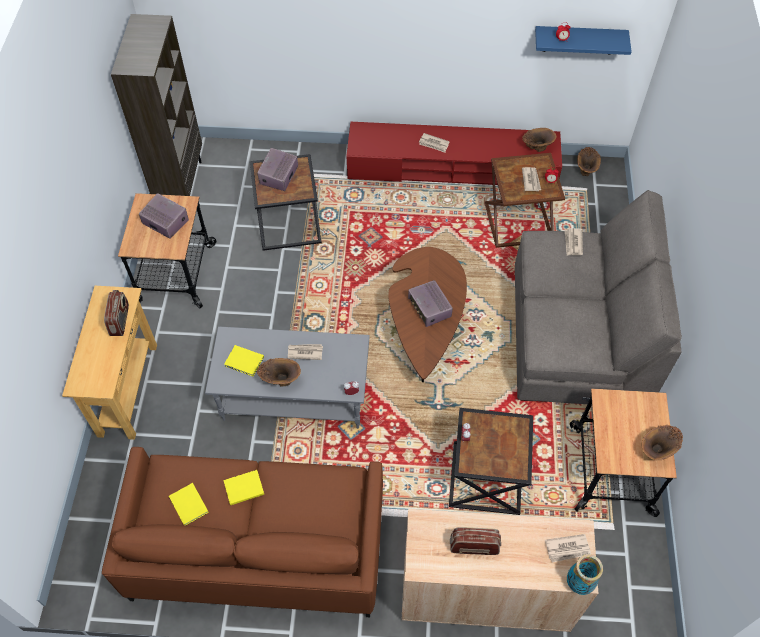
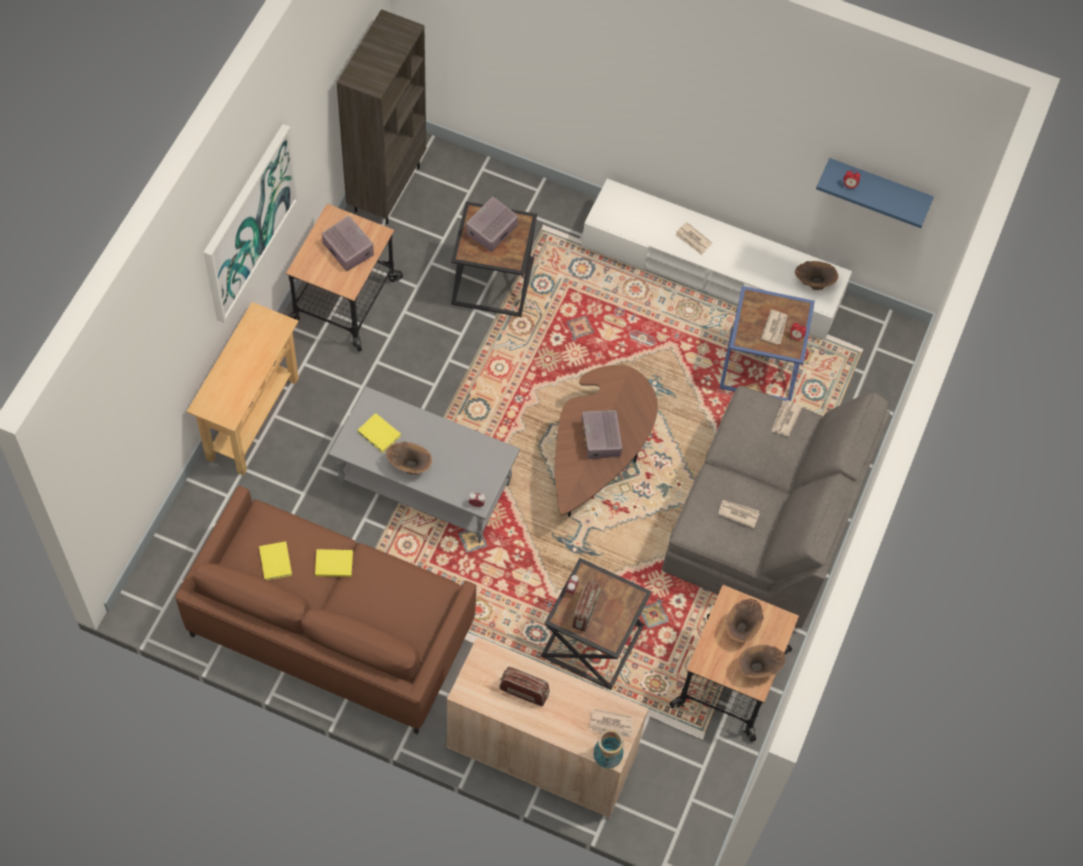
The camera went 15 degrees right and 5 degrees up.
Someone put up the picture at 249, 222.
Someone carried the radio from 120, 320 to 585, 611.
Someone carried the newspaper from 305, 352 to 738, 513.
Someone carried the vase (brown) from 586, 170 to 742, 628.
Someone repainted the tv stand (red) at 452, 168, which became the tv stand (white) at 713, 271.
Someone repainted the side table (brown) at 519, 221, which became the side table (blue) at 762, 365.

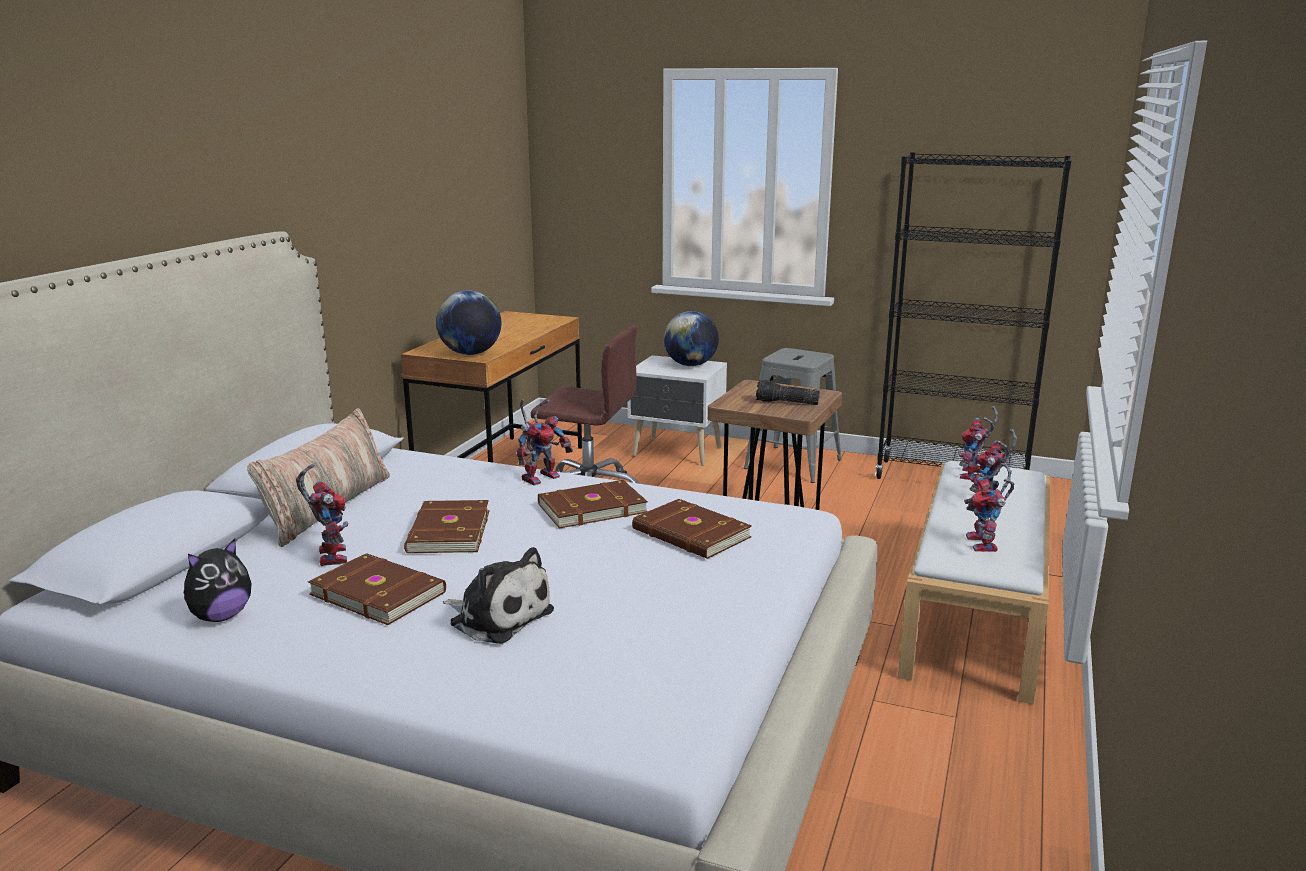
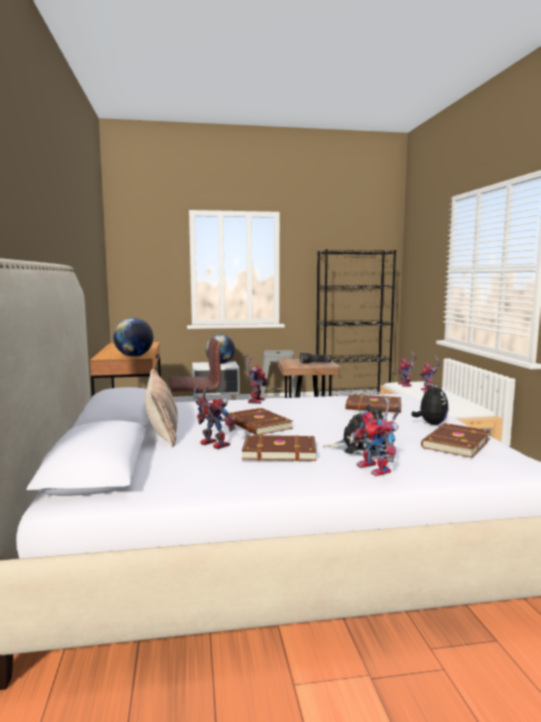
The camera went 30 degrees left and 10 degrees down.
Someone carried the plush toy from 221, 616 to 431, 424.
Someone carried the book (brown) from 590, 508 to 454, 443.
Someone carried the toy robot from 985, 545 to 378, 470.

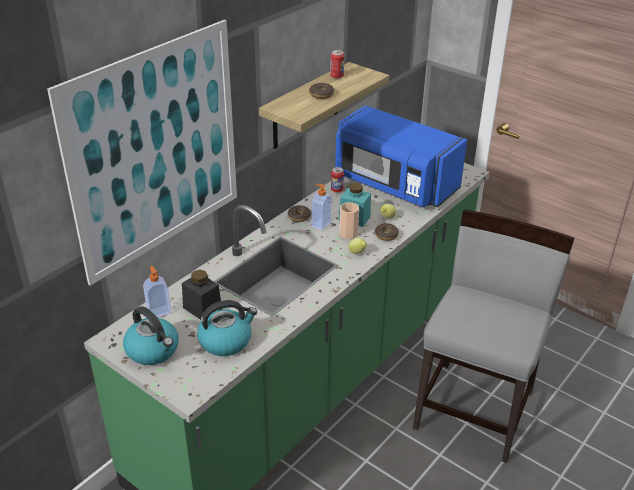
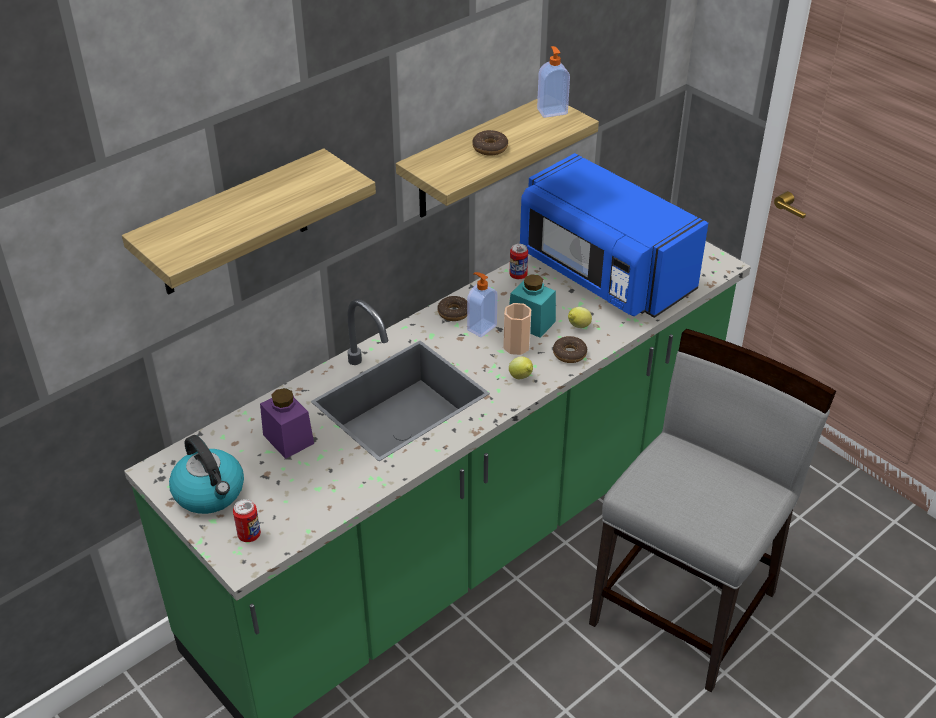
The camera went 10 degrees right and 5 degrees up.
Someone took away the kettle at 226, 341.
Someone carried the soap dispenser from 159, 311 to 552, 111.
Someone carried the can from 337, 76 to 249, 535.
Someone swapped the picture at 156, 151 for the shelf at 233, 225.
Someone repainted the jar (black) at 202, 308, which became the jar (purple) at 288, 439.

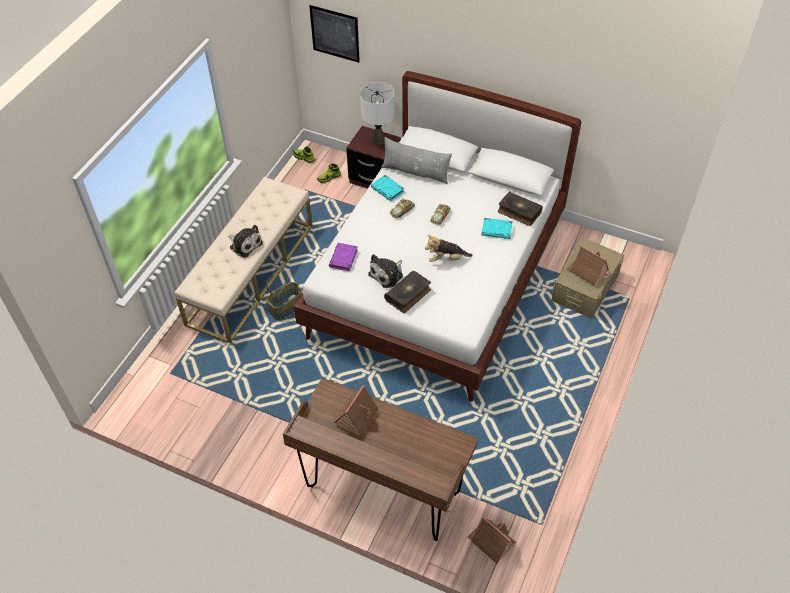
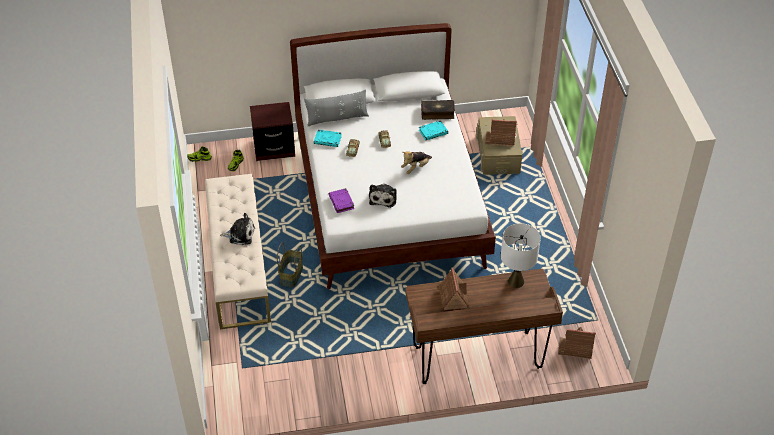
The camera went 35 degrees left and 5 degrees down.
Someone took away the picture at 335, 33.
Someone took away the book at 408, 295.
Someone carried the table lamp (white) from 378, 140 to 516, 281.

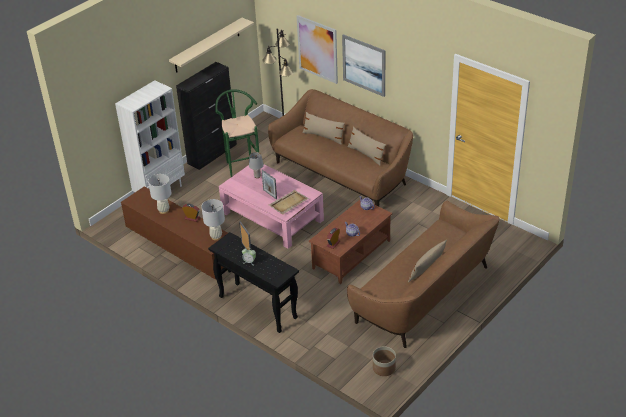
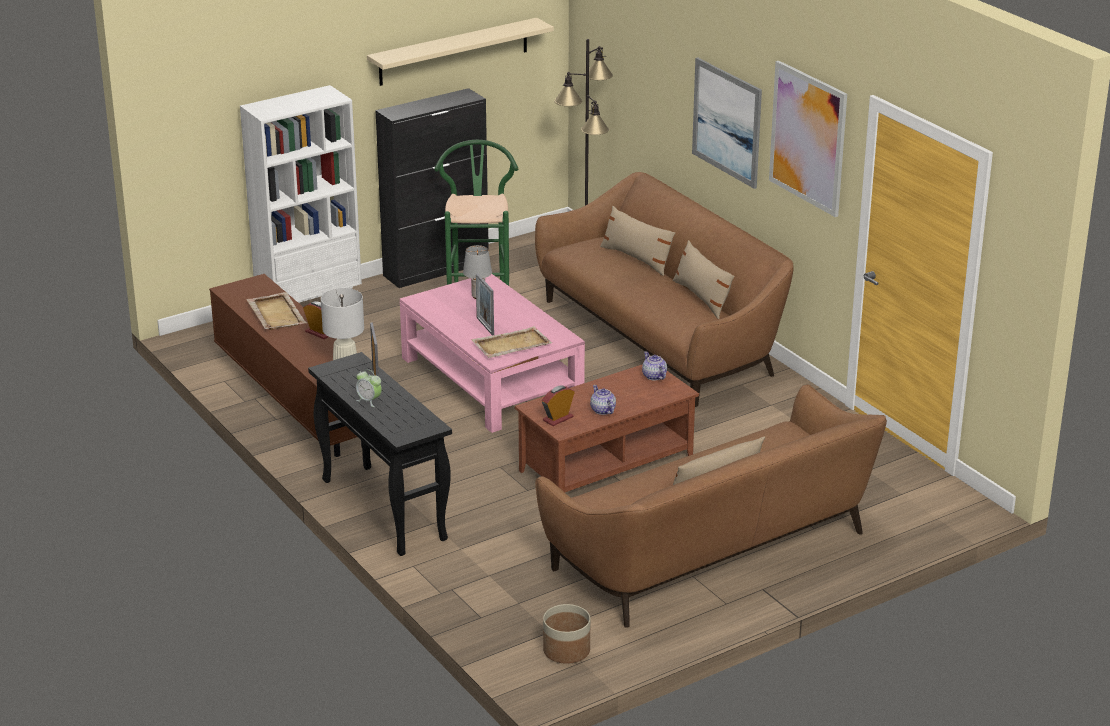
The camera went 15 degrees right and 10 degrees down.
Someone carried the picture from 317, 49 to 808, 138.
Someone swapped the table lamp (white) at 163, 210 for the tray (beige) at 276, 313.

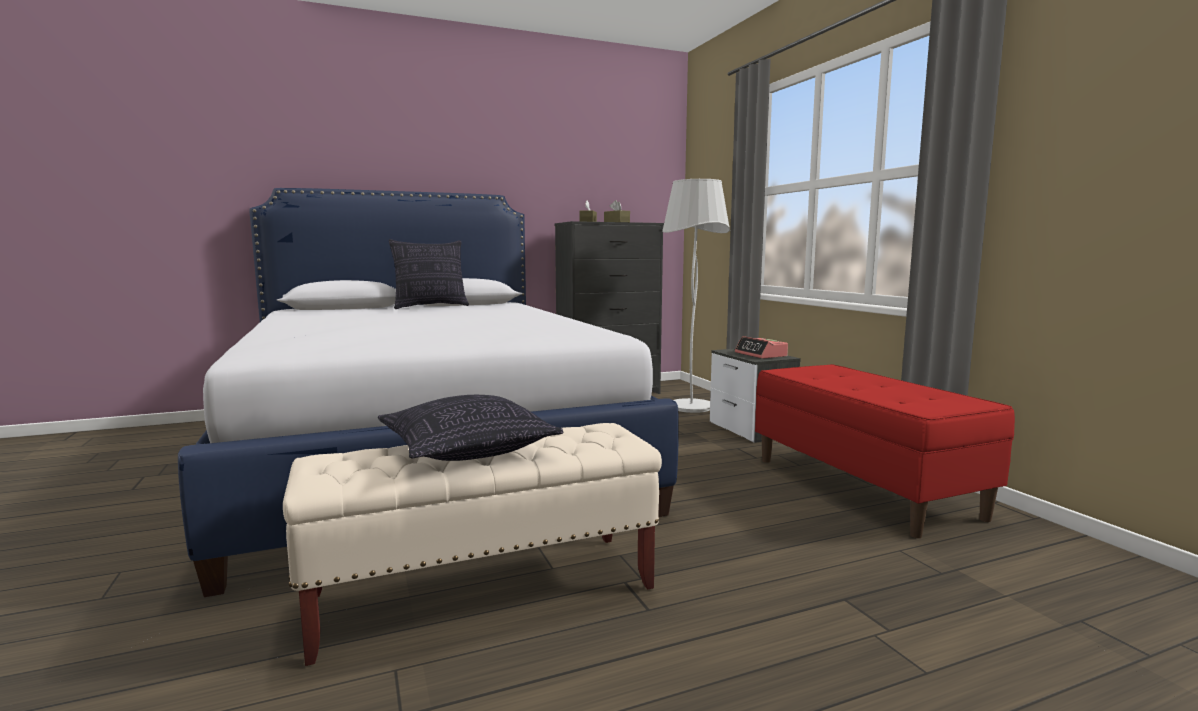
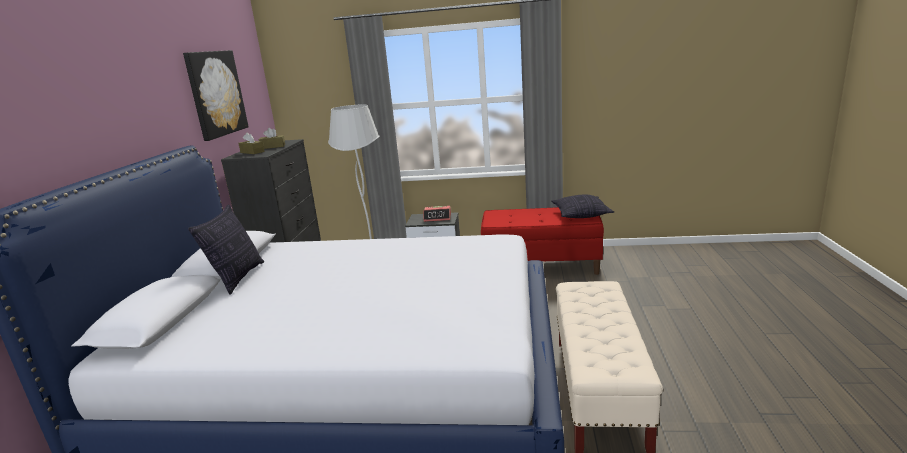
The camera went 60 degrees left and 10 degrees up.
Someone put up the picture at 216, 93.
Someone carried the pillow from 468, 450 to 581, 215.

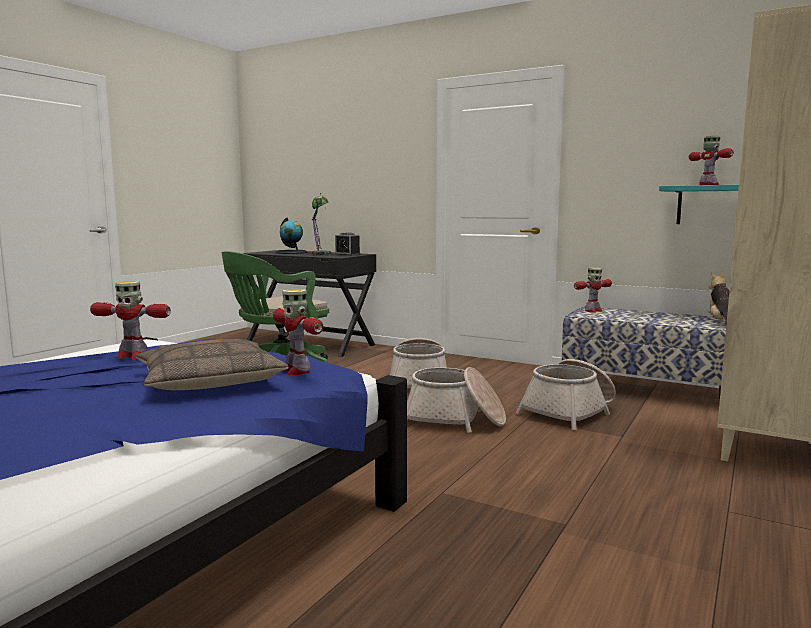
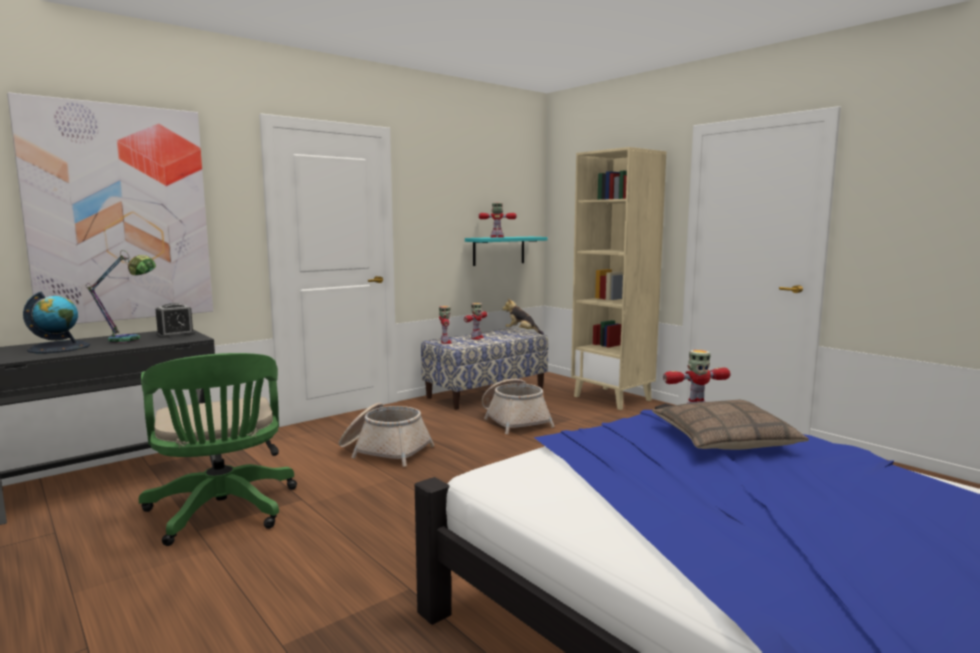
The camera went 70 degrees left and 0 degrees up.
Someone took away the basket at 454, 420.
Someone put up the picture at 120, 214.
Someone carried the toy robot from 132, 356 to 476, 338.

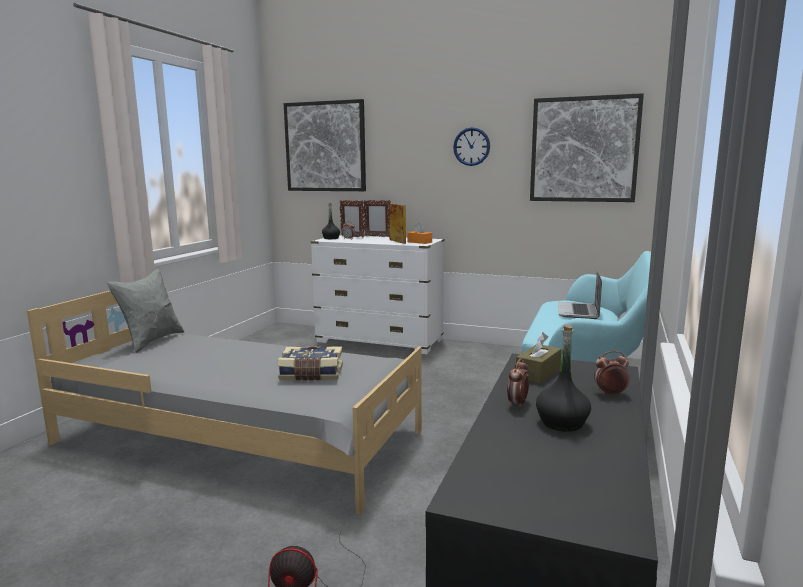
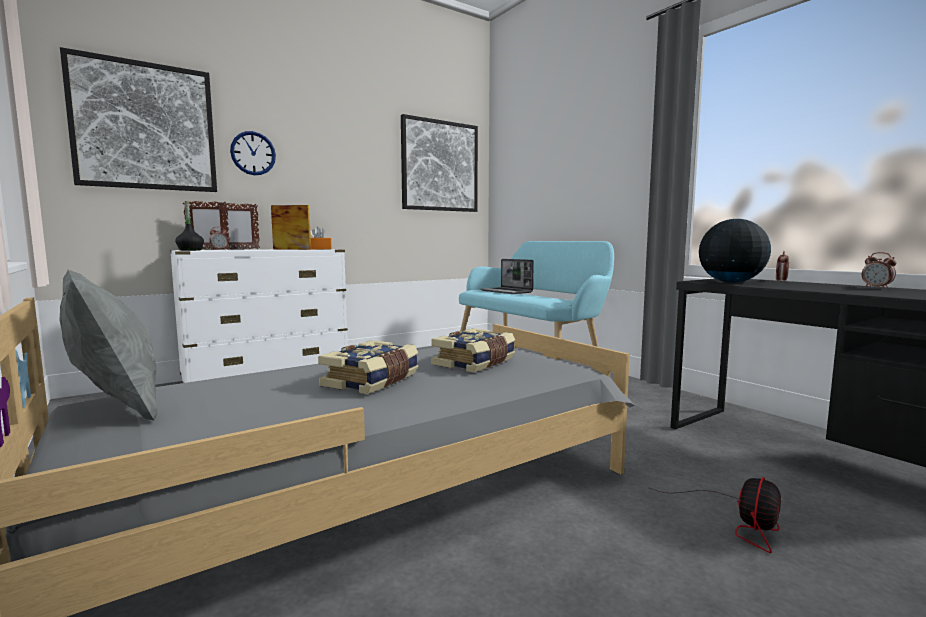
The camera went 55 degrees left and 5 degrees down.
Someone took away the bottle (black) at 562, 423.
Someone put down the book at 373, 381.
Someone carried the wall clock from 471, 146 to 253, 153.
Someone carried the alarm clock from 517, 404 to 877, 288.
Someone swapped the tissue box (brown) at 538, 373 for the globe at 730, 282.

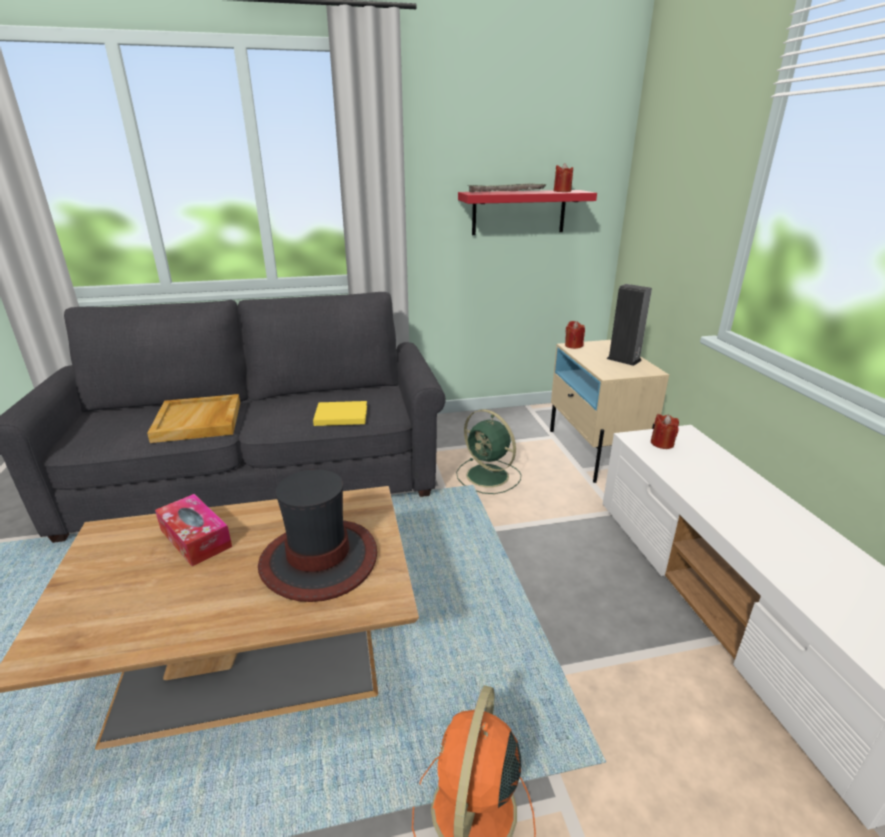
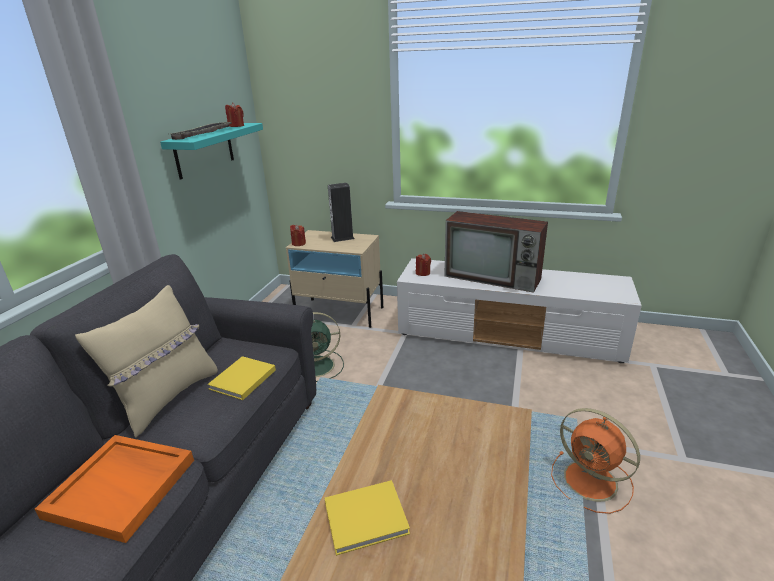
The camera went 60 degrees left and 0 degrees up.
Someone took away the hat at 319, 560.
Someone put down the pillow (beige) at 168, 397.
Someone put down the television at 494, 277.
Someone swapped the tissue box at 195, 538 for the book (yellow) at 368, 517.
Someone repainted the tray (beige) at 199, 421, which became the tray (orange) at 123, 487.
Someone repainted the shelf (red) at 519, 212, which became the shelf (turquoise) at 204, 150.

